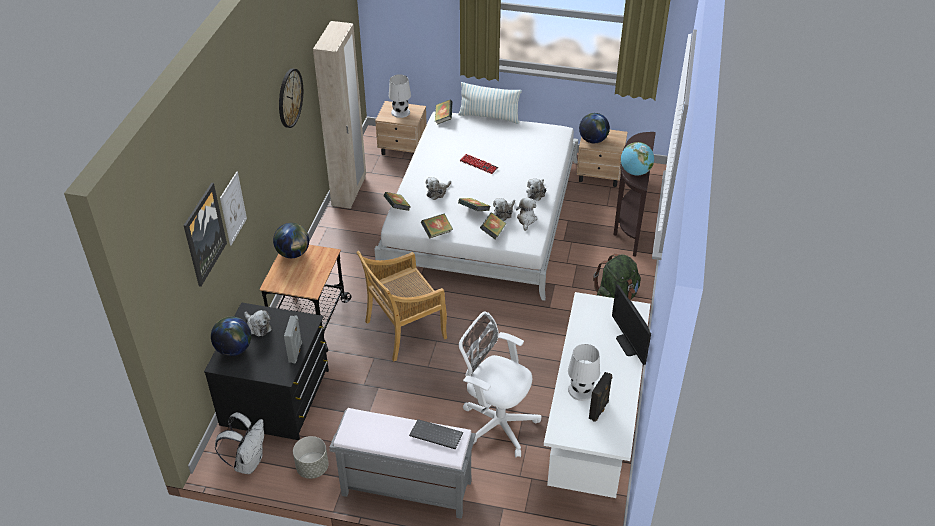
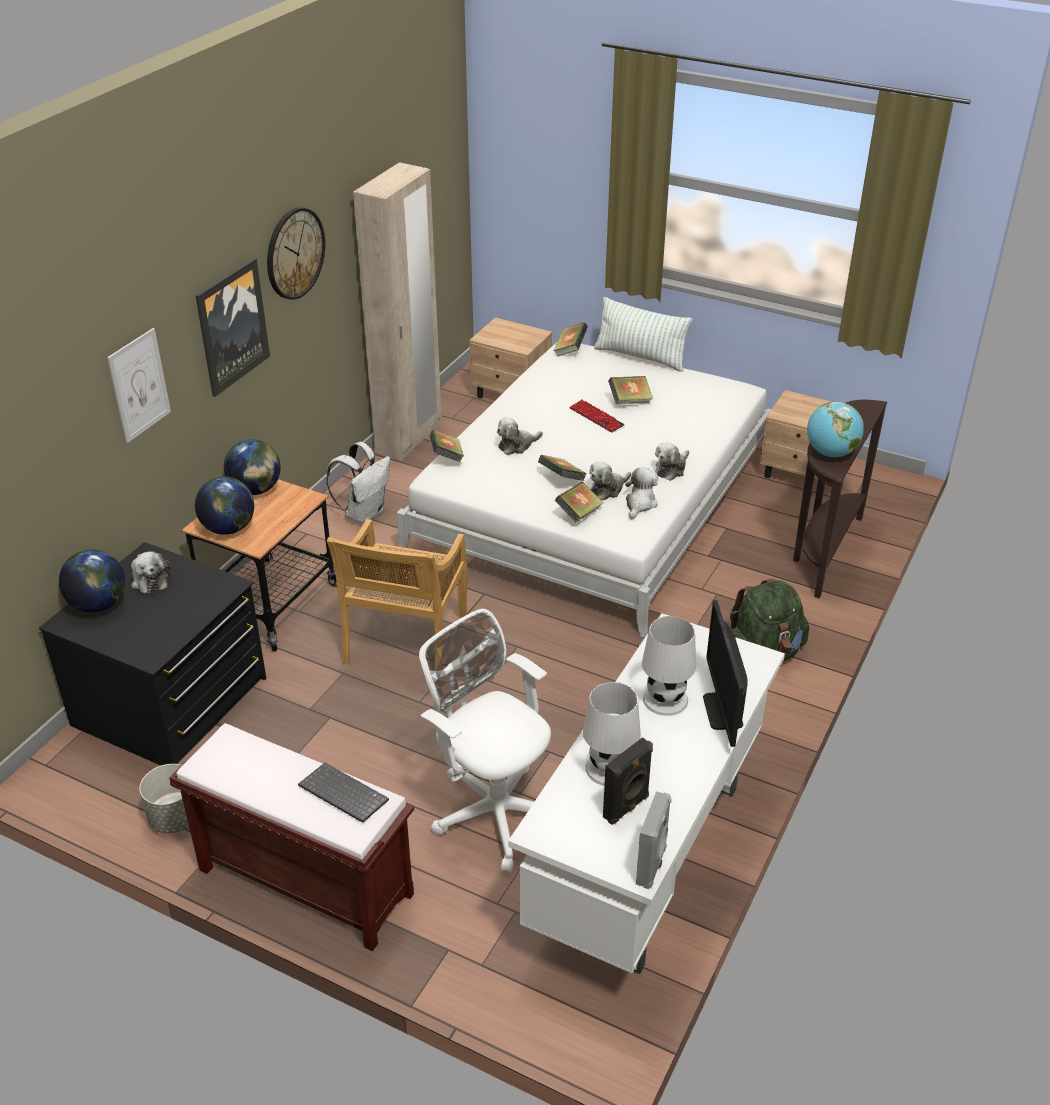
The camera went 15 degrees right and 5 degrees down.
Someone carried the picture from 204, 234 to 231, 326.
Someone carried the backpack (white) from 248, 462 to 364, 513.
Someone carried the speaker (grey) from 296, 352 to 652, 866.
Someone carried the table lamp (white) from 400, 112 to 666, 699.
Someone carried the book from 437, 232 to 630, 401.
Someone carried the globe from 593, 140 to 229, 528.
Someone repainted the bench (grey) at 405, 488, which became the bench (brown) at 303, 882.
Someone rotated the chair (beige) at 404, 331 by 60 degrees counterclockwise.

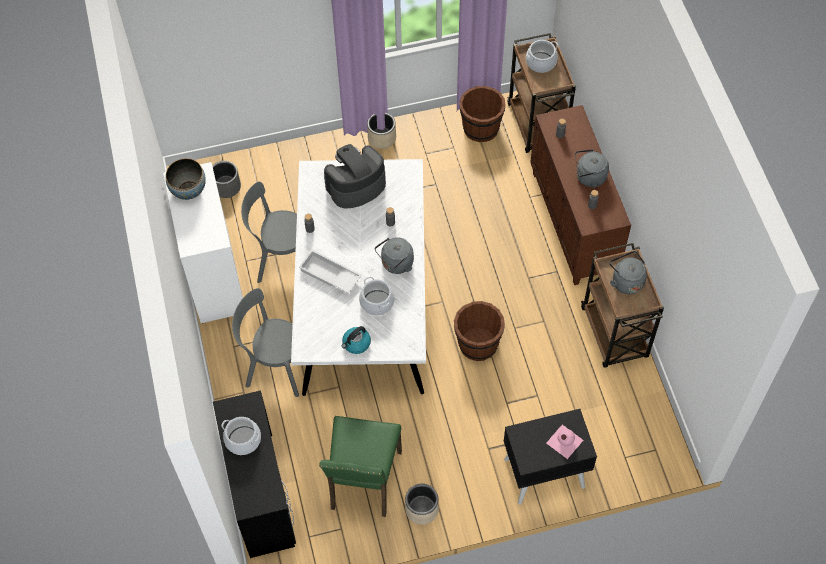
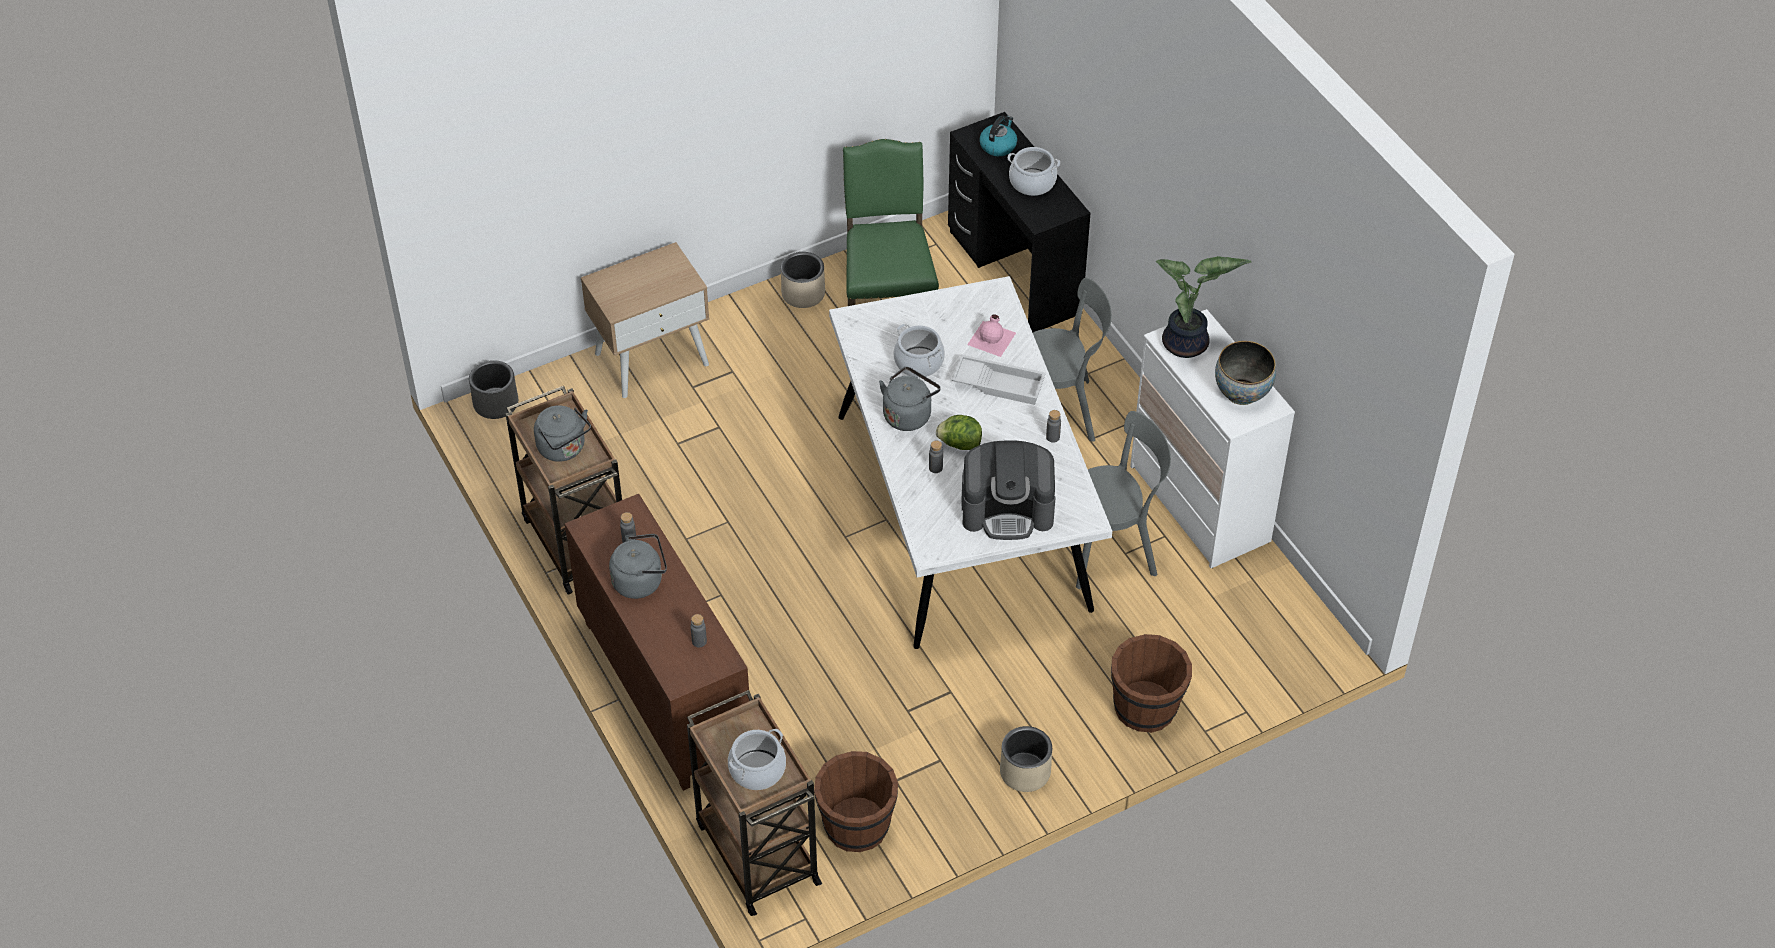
The camera went 165 degrees right and 10 degrees down.
Someone put down the lettuce at 959, 444.
Someone put down the potted plant at 1187, 345.
Someone carried the planter (grey) from 226, 187 to 495, 403.
Someone carried the kettle from 356, 344 to 998, 145.
Someone carried the bucket (brown) from 477, 343 to 1146, 708.
Someone carried the bottle (pink) from 564, 441 to 992, 338.
Someone repainted the nightstand (black) at 543, 473, which became the nightstand (beige) at 652, 358.
Someone rotated the coffee machine at 355, 186 by 45 degrees clockwise.

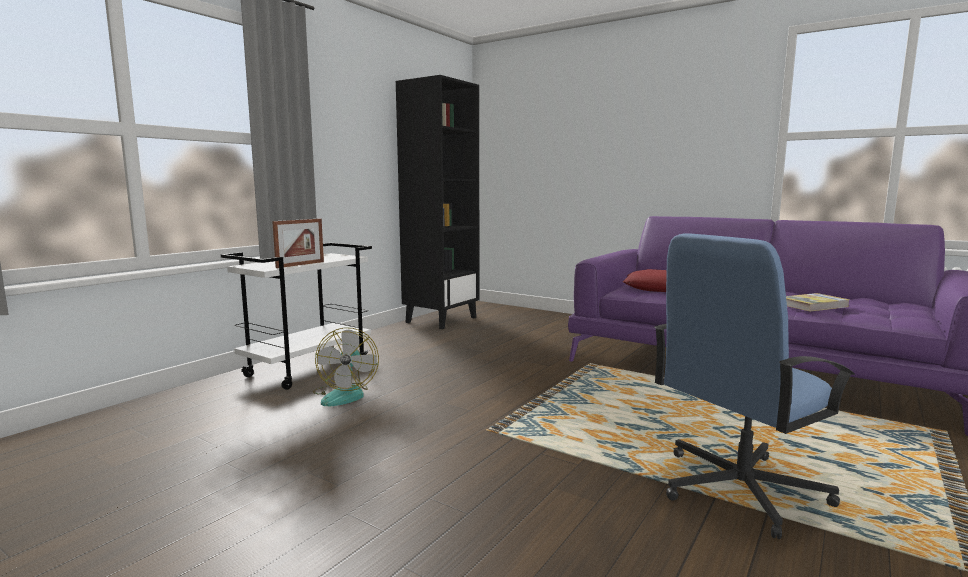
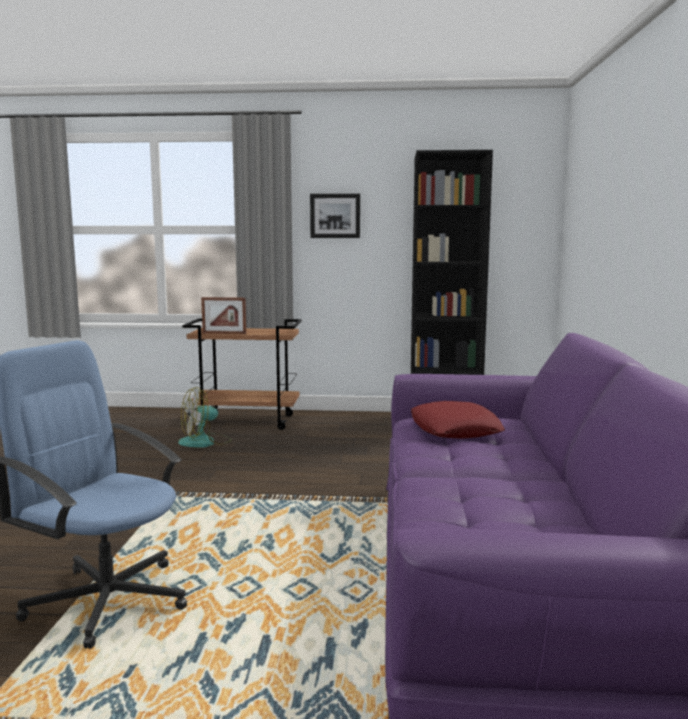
The camera went 60 degrees right and 0 degrees up.
Someone took away the book at 813, 305.
Someone put up the picture at 335, 216.
Someone repainted the cart (white) at 308, 368, which became the cart (brown) at 247, 421.

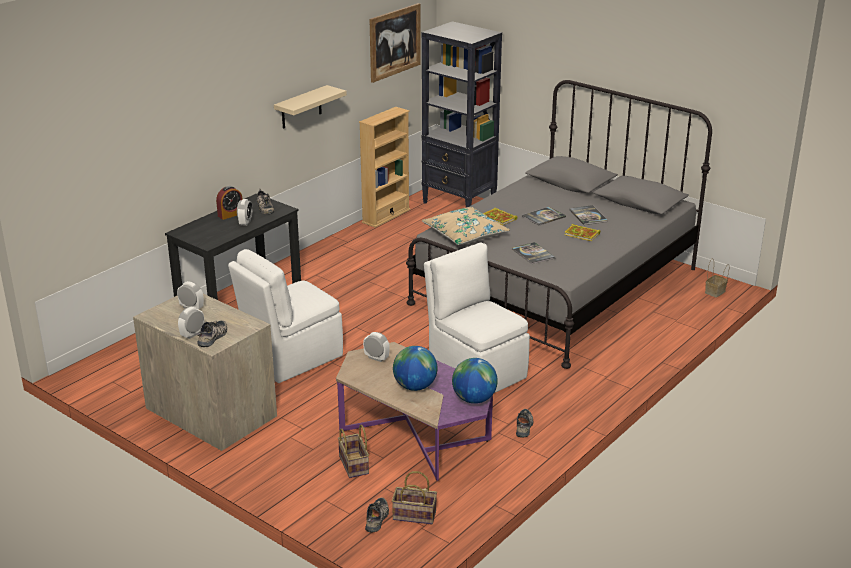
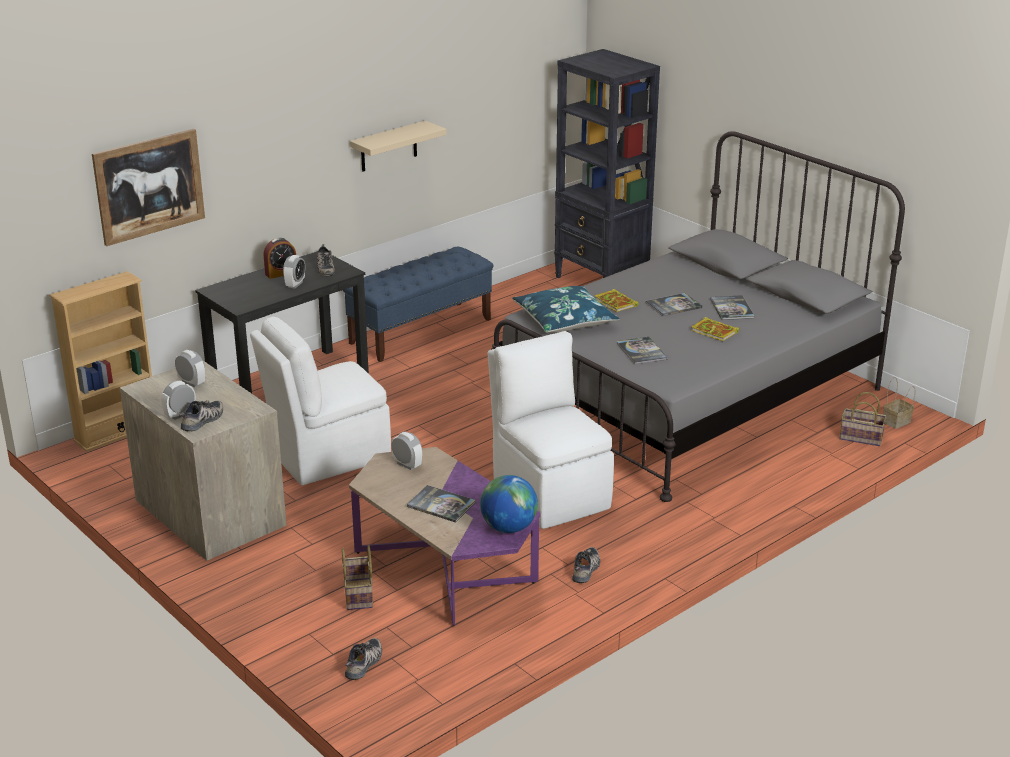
The camera went 10 degrees right and 0 degrees up.
Someone put down the bench (blue) at 421, 331.
Someone carried the bookcase (beige) from 386, 216 to 117, 432.
Someone carried the picture from 394, 42 to 149, 186.
Someone carried the basket from 413, 516 to 859, 438.
Someone swapped the globe at 415, 386 for the book at 441, 505.
Someone repainted the pillow (beige) at 465, 234, which became the pillow (blue) at 564, 320.

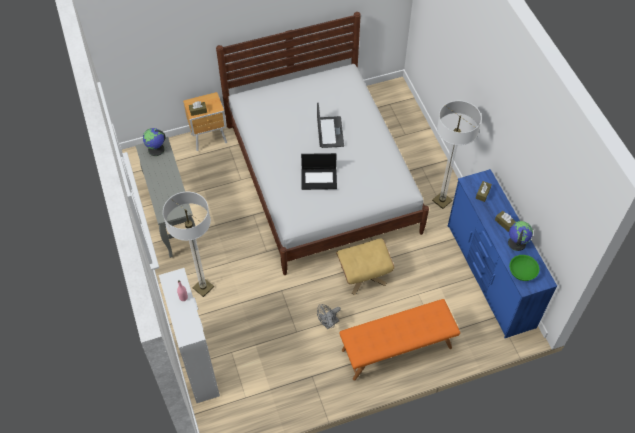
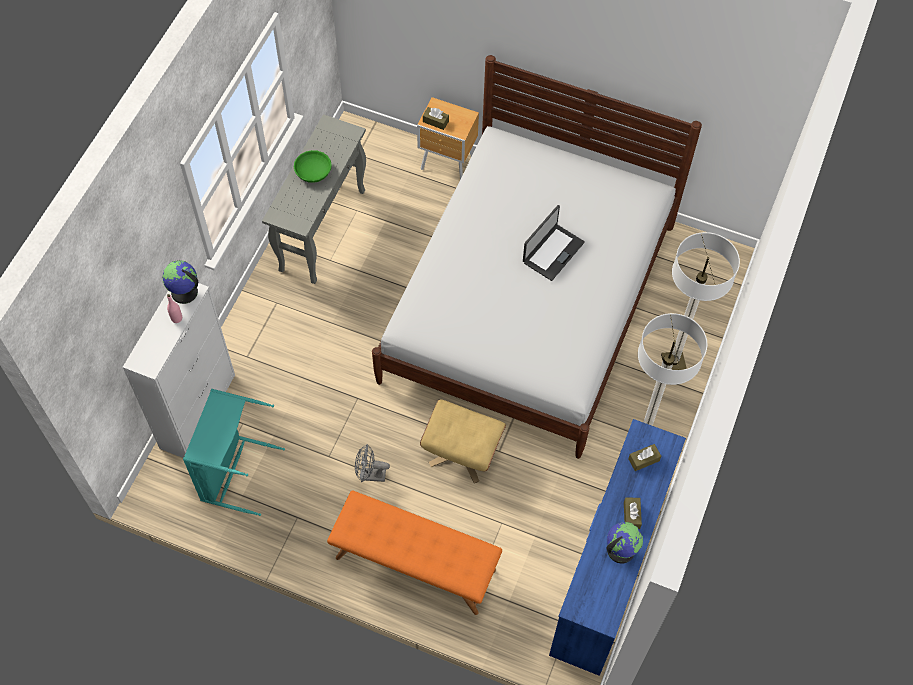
The camera went 40 degrees right and 5 degrees up.
Someone took away the laptop at 319, 178.
Someone put down the laundry basket (turquoise) at 233, 472.
Someone carried the globe from 156, 149 to 184, 292.
Someone carried the floor lamp from 203, 287 to 673, 362.
Someone carried the bowl (green) from 522, 271 to 313, 171.

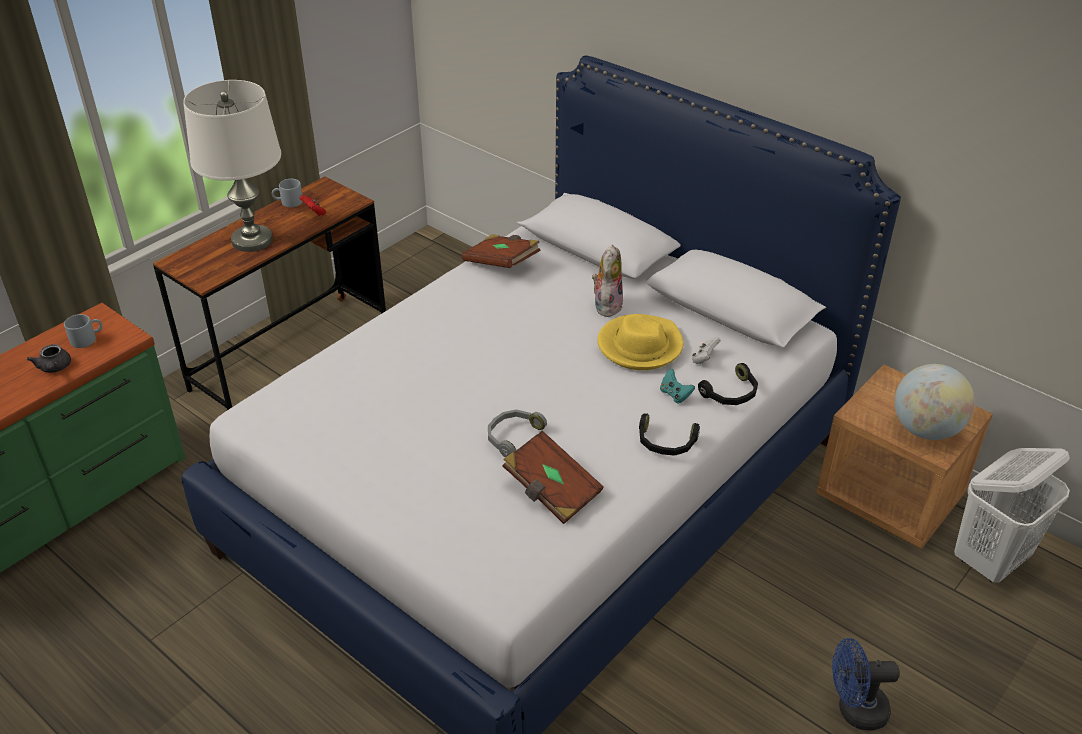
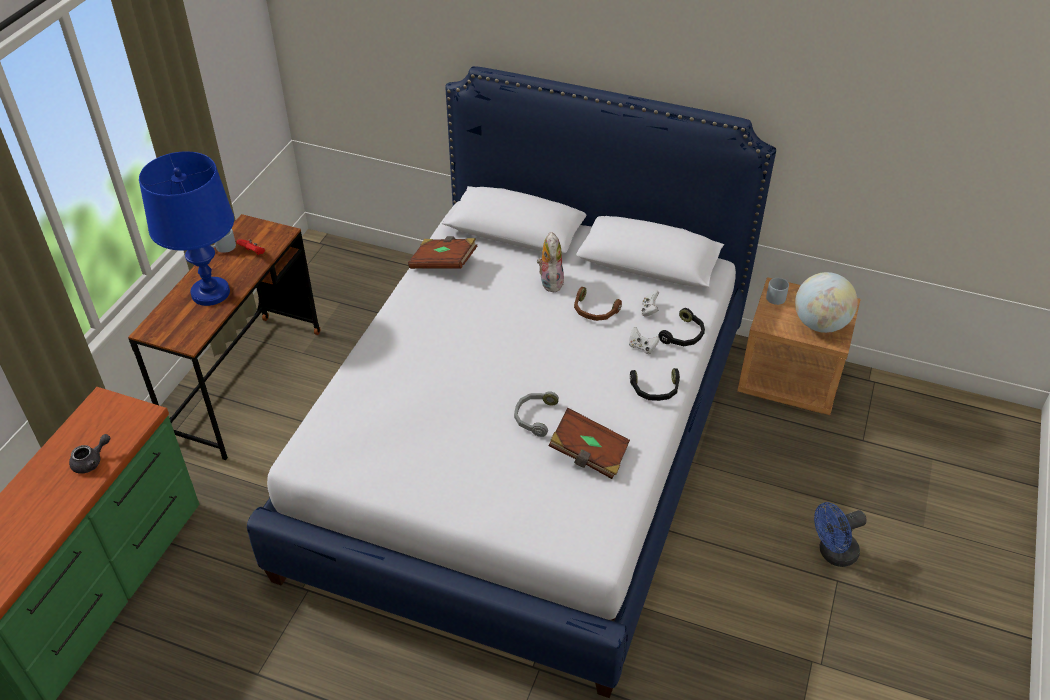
The camera went 20 degrees left and 5 degrees up.
Someone took away the laundry basket (white) at 991, 560.
Someone carried the mug (grey) from 87, 338 to 777, 296.
Someone swapped the hat (yellow) at 640, 346 for the headphones (brown) at 594, 311.
Someone repainted the table lamp (white) at 252, 240, which became the table lamp (blue) at 210, 293.
Someone repainted the game controller (turquoise) at 675, 395, which became the game controller (white) at 642, 347.
Someone rotated the teapot (grey) at 54, 368 by 90 degrees counterclockwise.

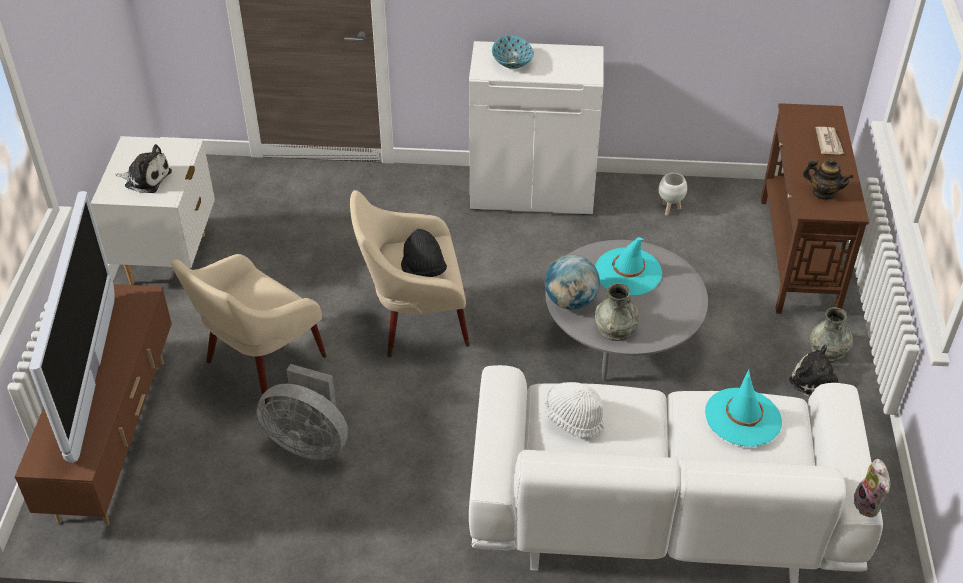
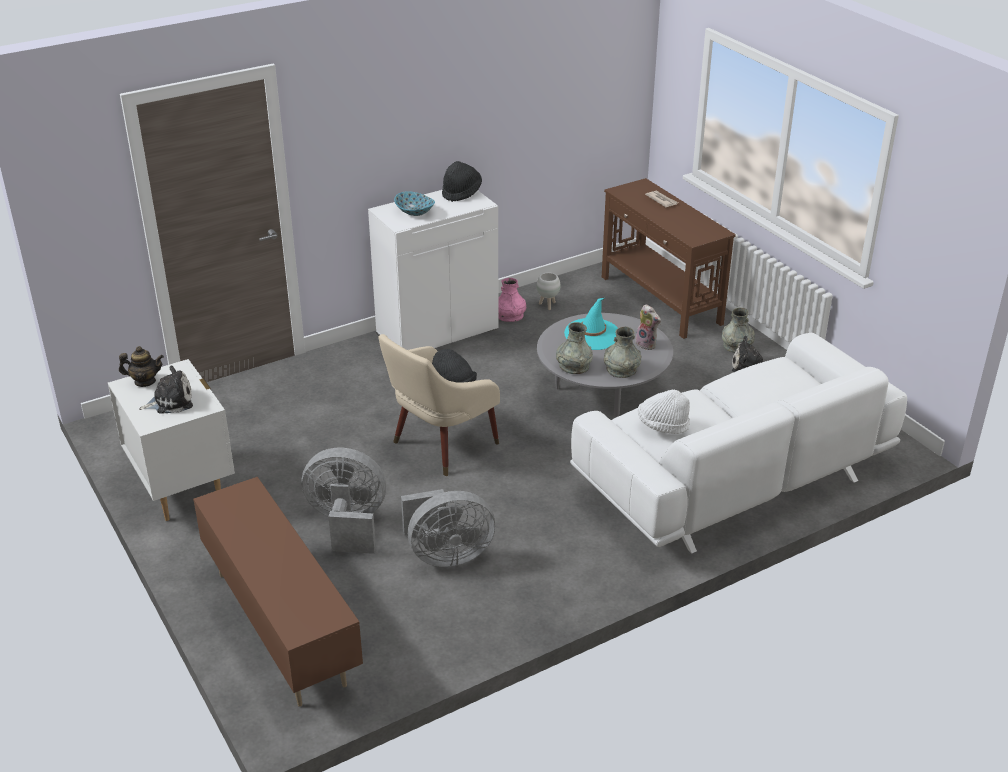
The camera went 35 degrees left and 10 degrees down.
Someone took away the television at 93, 376.
Someone took away the hat (turquoise) at 743, 417.
Someone put down the hat (black) at 461, 193.
Someone put down the vase (pink) at 510, 316.
Someone carried the teapot from 823, 193 to 145, 381.
Someone carried the plush toy from 869, 505 to 647, 344.
Someone swapped the armchair (beige) at 260, 364 for the fan (grey) at 347, 524.
Someone swapped the globe at 570, 301 for the vase (grey) at 573, 366.

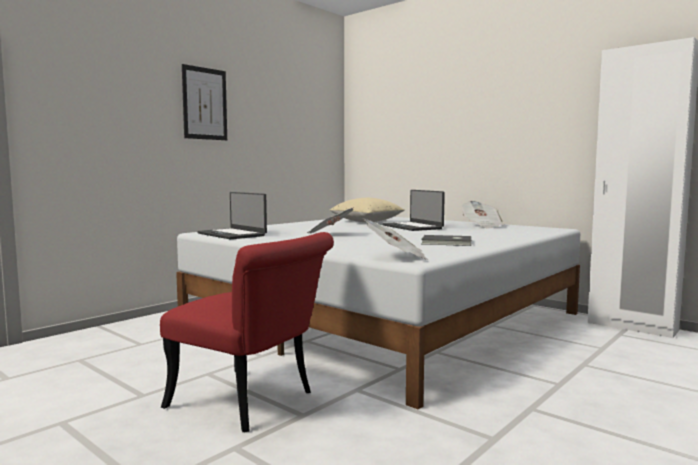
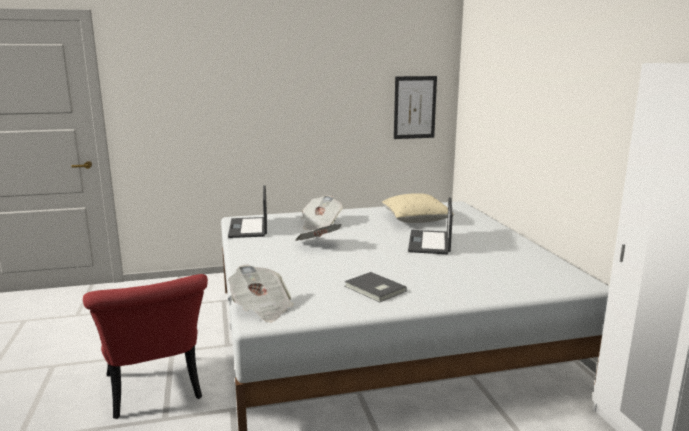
The camera went 35 degrees right and 10 degrees up.
Someone carried the picture from 205, 103 to 414, 107.
Someone carried the newspaper from 482, 226 to 320, 224.

